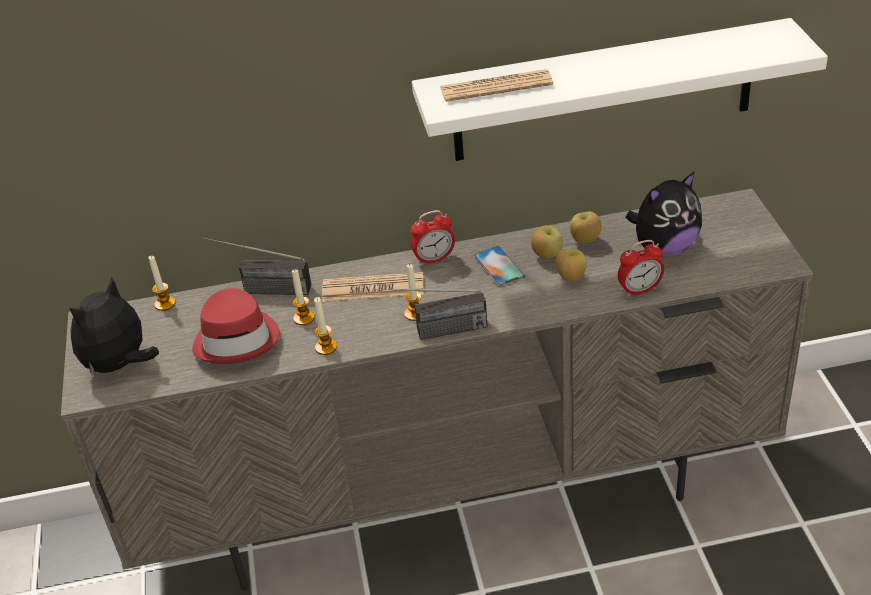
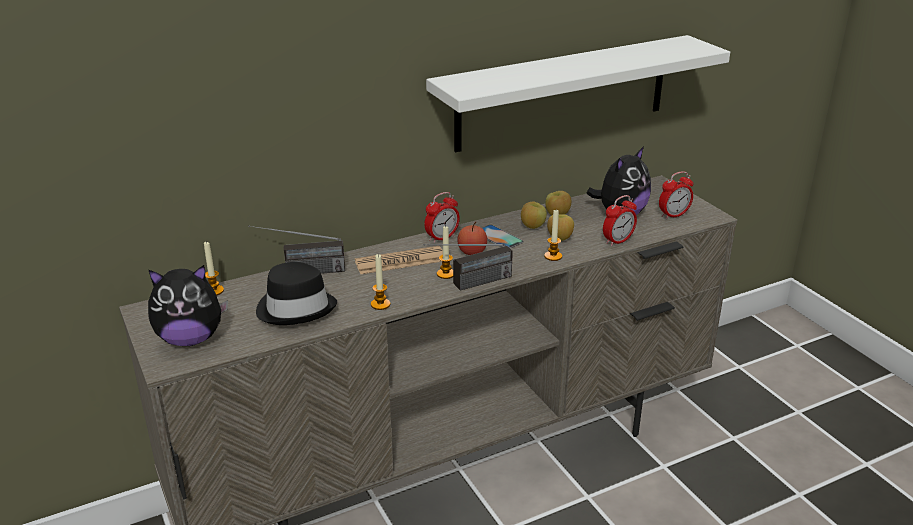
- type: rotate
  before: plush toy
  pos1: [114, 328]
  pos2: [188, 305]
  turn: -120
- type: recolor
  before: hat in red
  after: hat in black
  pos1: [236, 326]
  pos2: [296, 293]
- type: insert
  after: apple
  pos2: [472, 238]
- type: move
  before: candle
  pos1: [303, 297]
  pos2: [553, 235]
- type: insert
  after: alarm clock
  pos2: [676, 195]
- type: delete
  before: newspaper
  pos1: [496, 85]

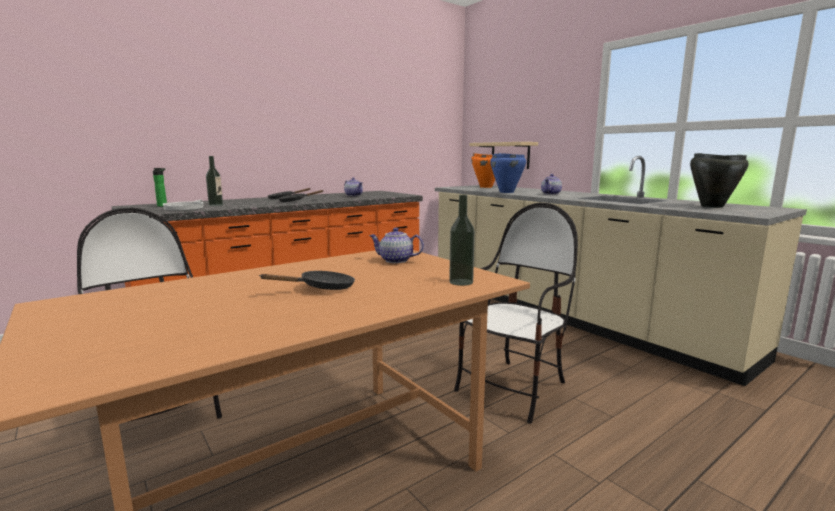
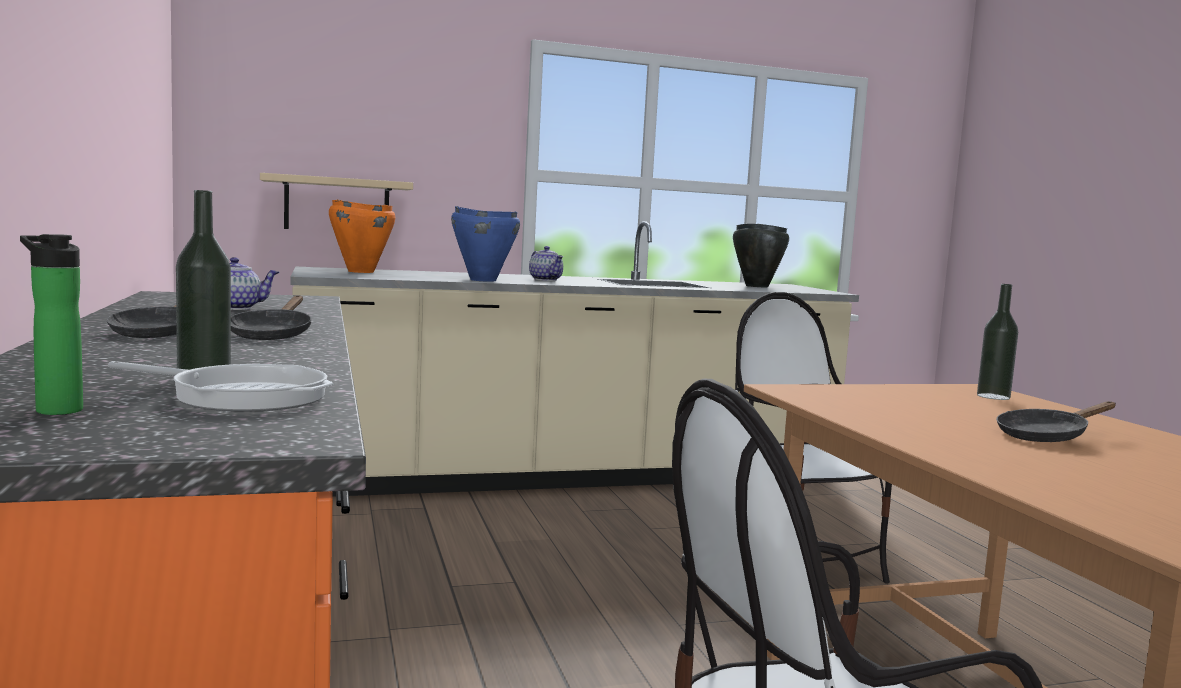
- type: rotate
  before: frying pan in black
  pos1: [307, 280]
  pos2: [1056, 421]
  turn: -105
- type: delete
  before: teapot
  pos1: [396, 245]

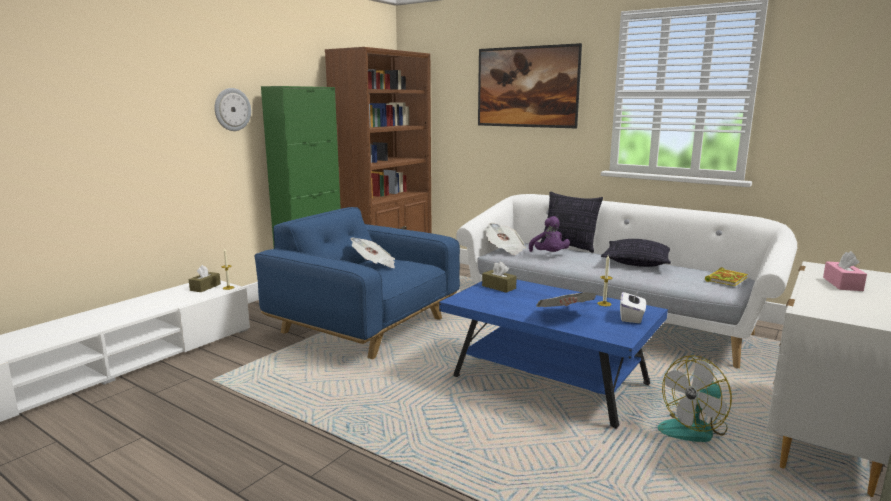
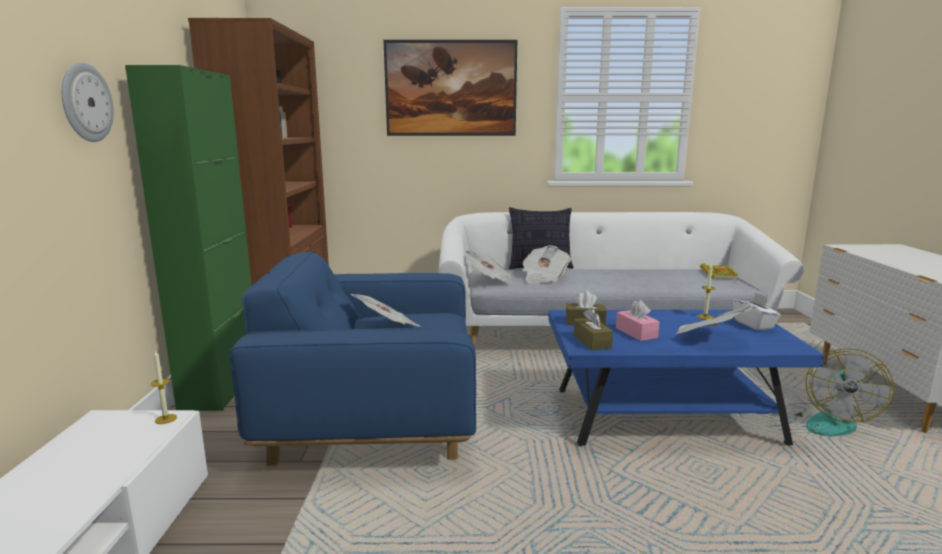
- type: replace
  before: plush toy in purple
  after: newspaper
  pos1: [549, 234]
  pos2: [546, 264]
- type: move
  before: tissue box in brown
  pos1: [205, 278]
  pos2: [593, 329]
- type: move
  before: tissue box in pink
  pos1: [845, 271]
  pos2: [637, 320]
- type: delete
  before: pillow
  pos1: [636, 253]

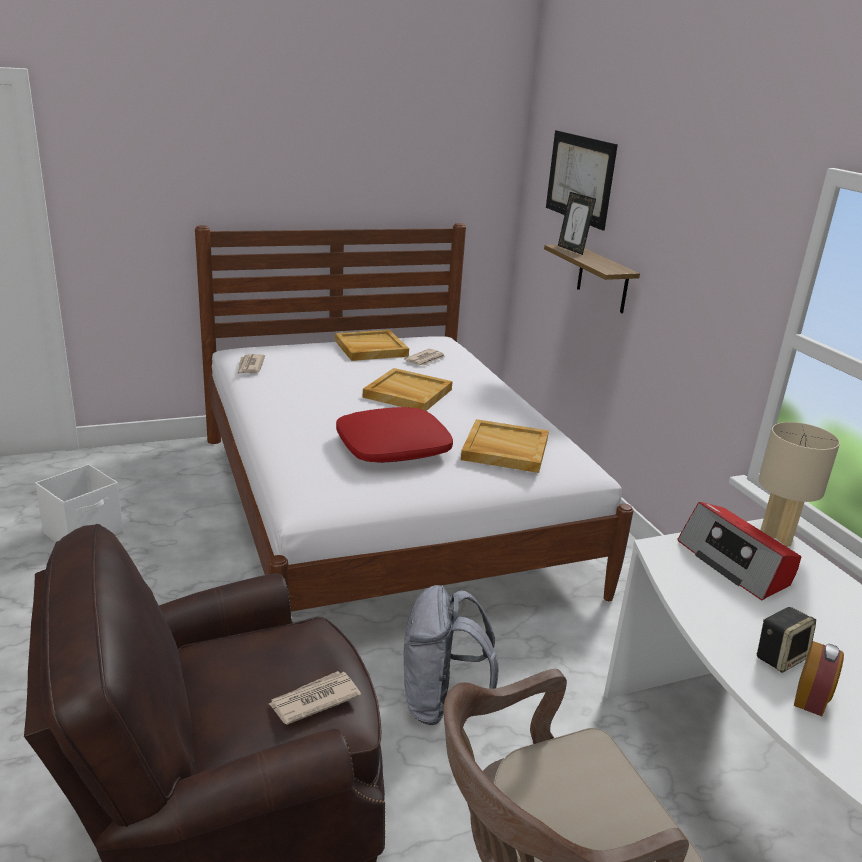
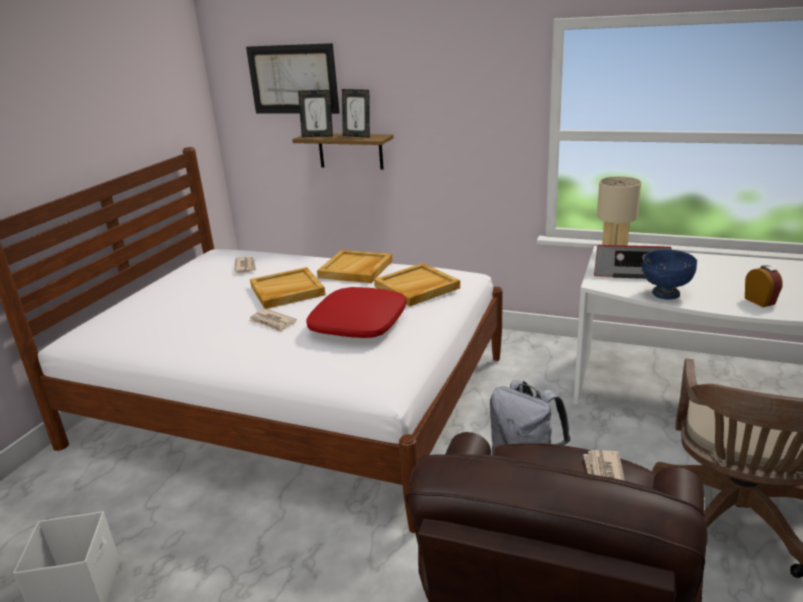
- type: move
  before: newspaper
  pos1: [251, 364]
  pos2: [272, 321]
- type: move
  before: tray in beige
  pos1: [372, 345]
  pos2: [355, 266]
- type: insert
  after: picture frame
  pos2: [356, 113]
- type: insert
  after: bowl in blue
  pos2: [669, 274]
- type: delete
  before: speaker
  pos1: [786, 640]

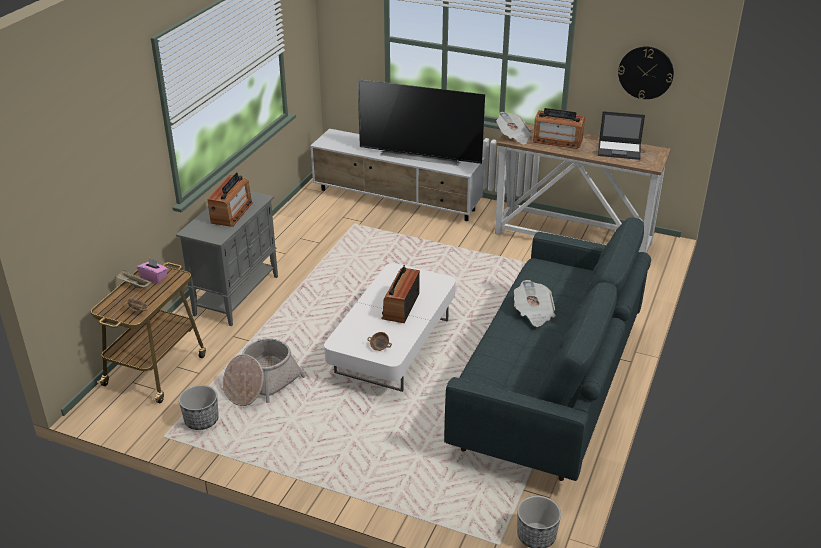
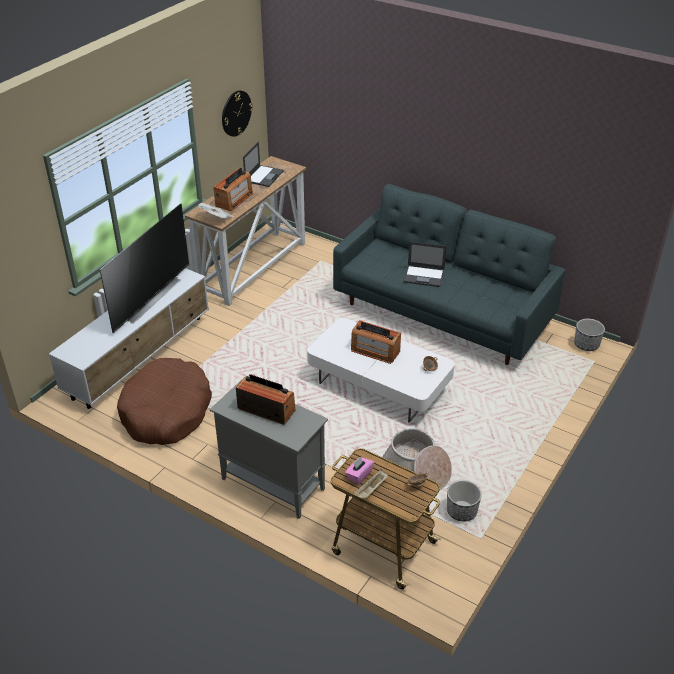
- type: insert
  after: dog bed in brown
  pos2: [164, 401]
- type: replace
  before: newspaper
  after: laptop
  pos1: [535, 303]
  pos2: [424, 264]

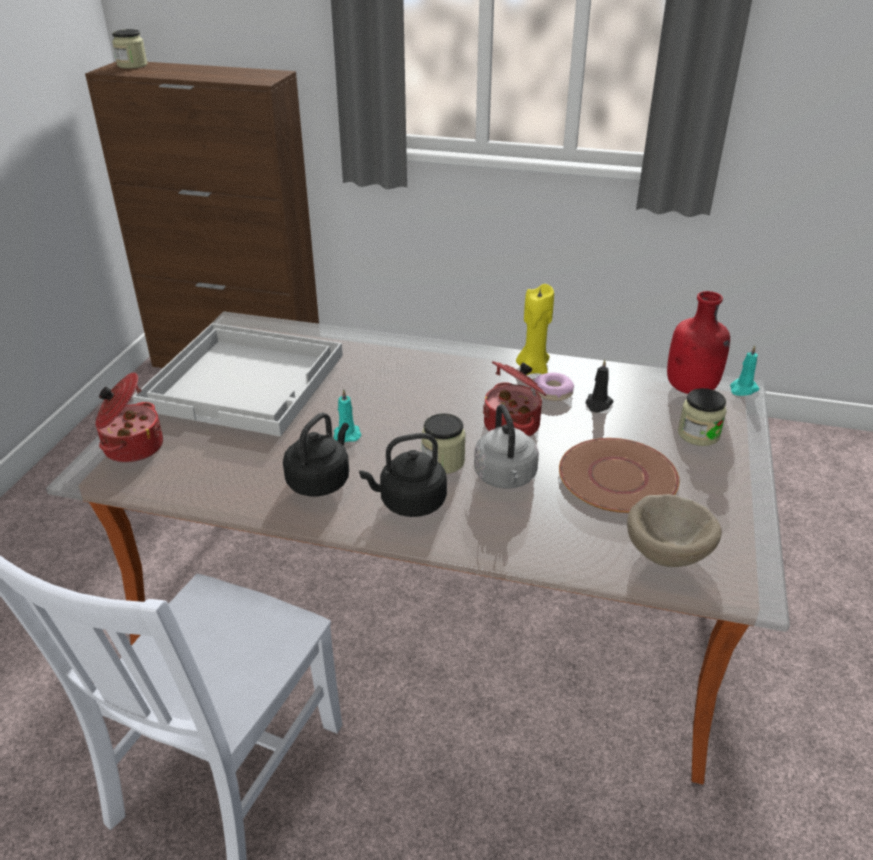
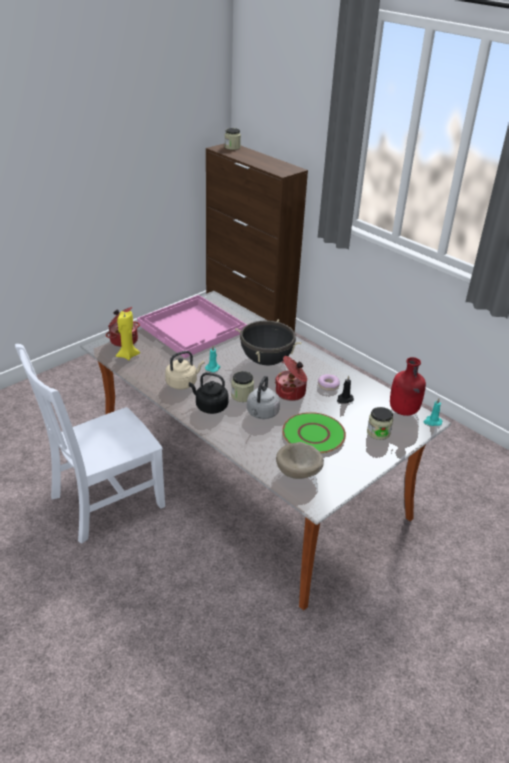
- type: move
  before: candle in yellow
  pos1: [535, 329]
  pos2: [128, 335]
- type: recolor
  before: tray in white
  after: tray in pink
  pos1: [237, 379]
  pos2: [192, 326]
- type: recolor
  before: kettle in black
  after: kettle in beige
  pos1: [316, 454]
  pos2: [185, 370]
- type: insert
  after: cooking pot in black
  pos2: [268, 342]
- type: recolor
  before: plate in brown
  after: plate in green
  pos1: [619, 475]
  pos2: [314, 432]

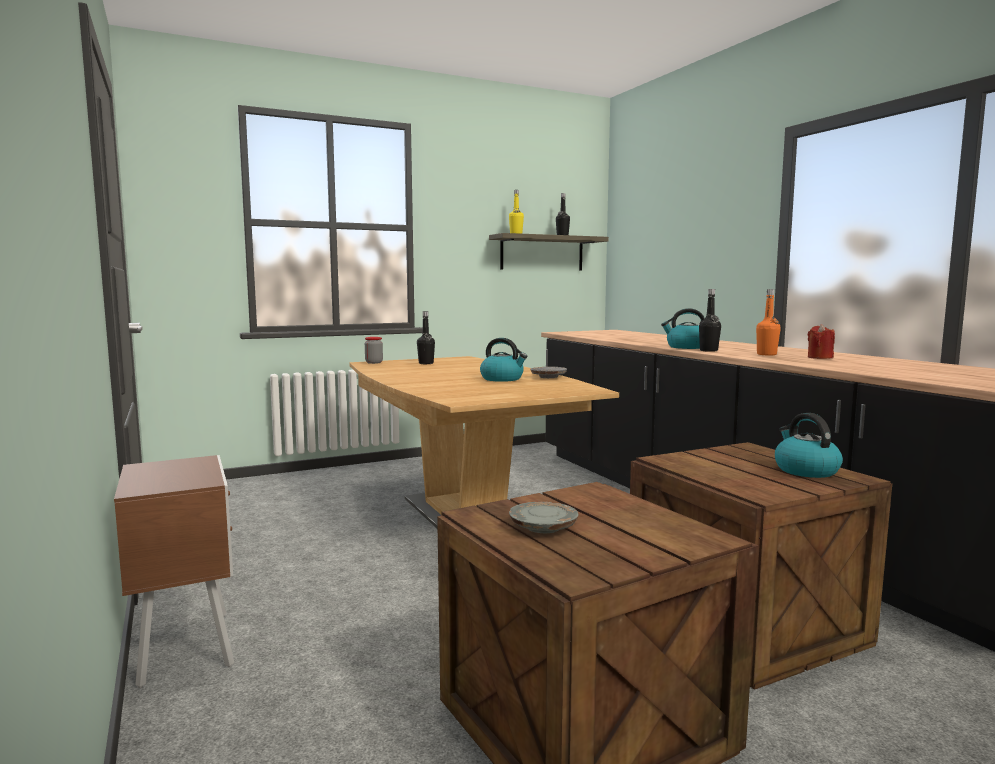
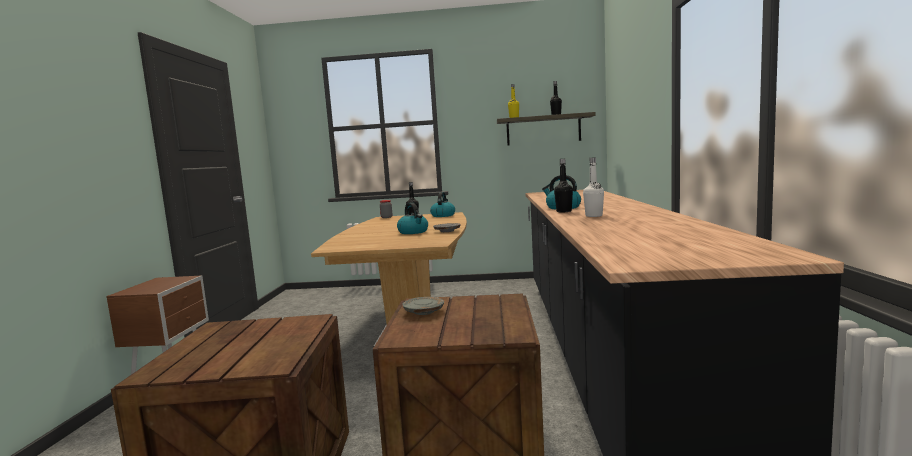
- type: move
  before: plate in grey
  pos1: [544, 517]
  pos2: [423, 306]
- type: move
  before: kettle
  pos1: [809, 445]
  pos2: [442, 204]
- type: recolor
  before: bottle in orange
  after: bottle in white
  pos1: [768, 322]
  pos2: [593, 187]
- type: delete
  before: candle in red
  pos1: [821, 341]

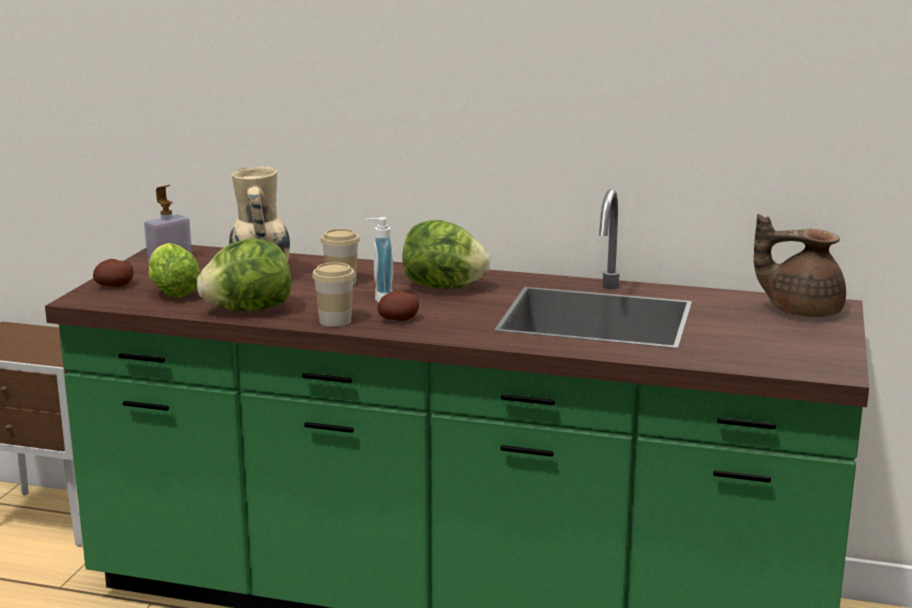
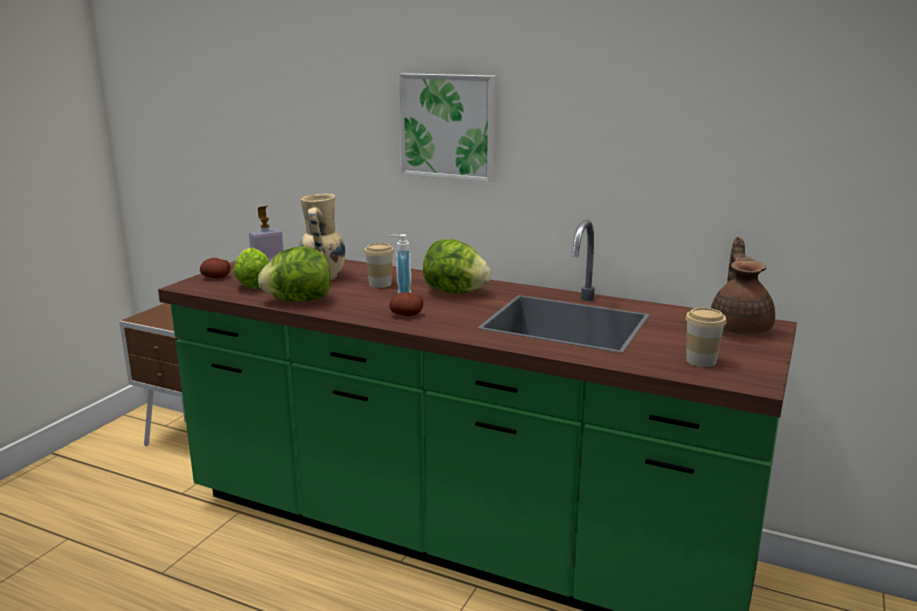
- type: insert
  after: picture
  pos2: [448, 127]
- type: move
  before: cup
  pos1: [333, 294]
  pos2: [705, 337]
- type: rotate
  before: teapot in brown
  pos1: [800, 265]
  pos2: [743, 286]
  turn: 75

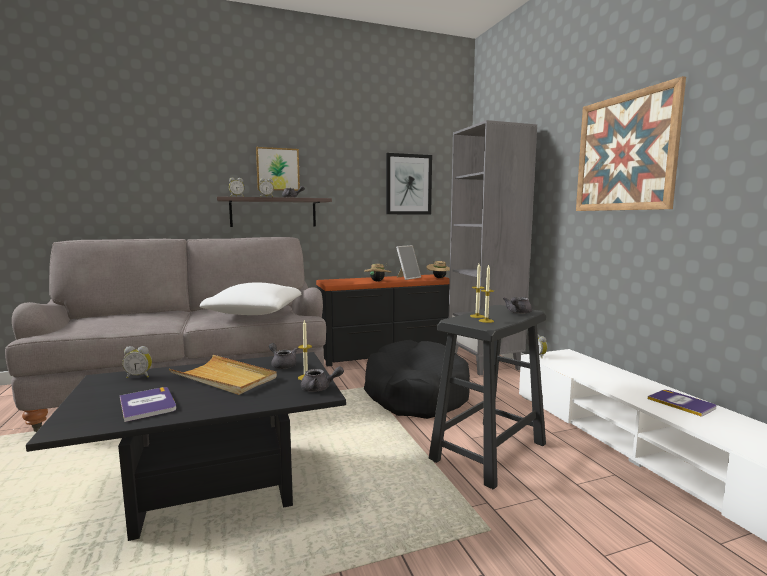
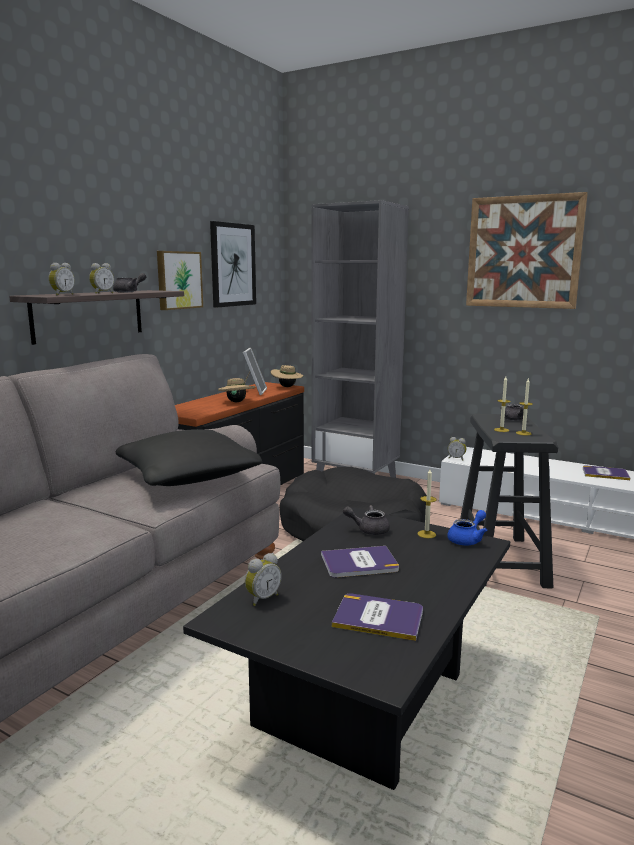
- type: recolor
  before: pillow in white
  after: pillow in black
  pos1: [250, 298]
  pos2: [189, 457]
- type: move
  before: picture
  pos1: [278, 169]
  pos2: [180, 280]
- type: replace
  before: tray in beige
  after: book
  pos1: [223, 375]
  pos2: [360, 562]
- type: recolor
  before: teapot in grey
  after: teapot in blue
  pos1: [322, 379]
  pos2: [467, 527]

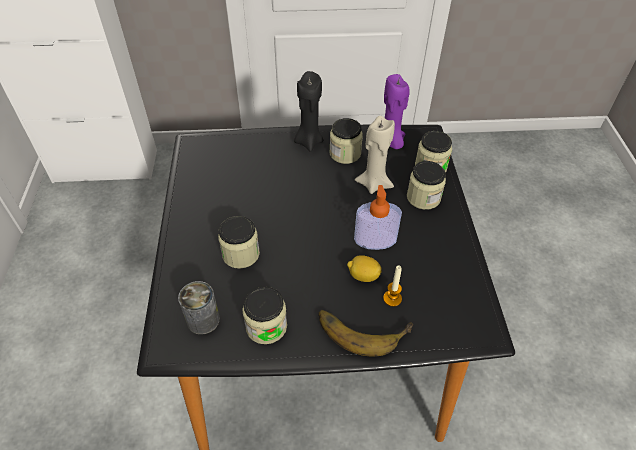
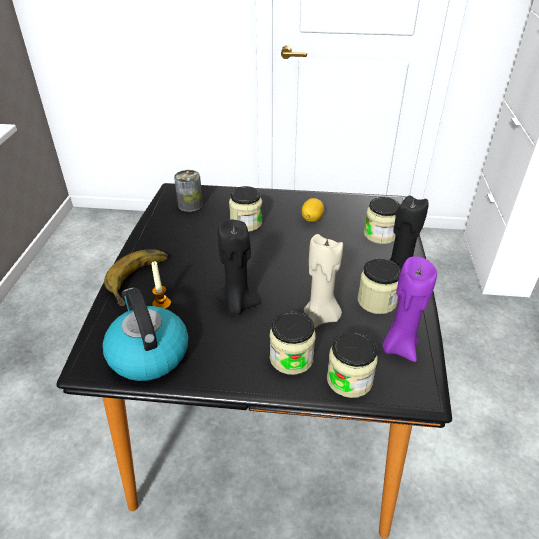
- type: insert
  after: kettle
  pos2: [145, 334]
- type: replace
  before: soap dispenser
  after: candle in black
  pos1: [378, 217]
  pos2: [237, 267]
- type: move
  before: lemon
  pos1: [364, 268]
  pos2: [313, 210]
- type: move
  before: jar
  pos1: [264, 315]
  pos2: [382, 220]

